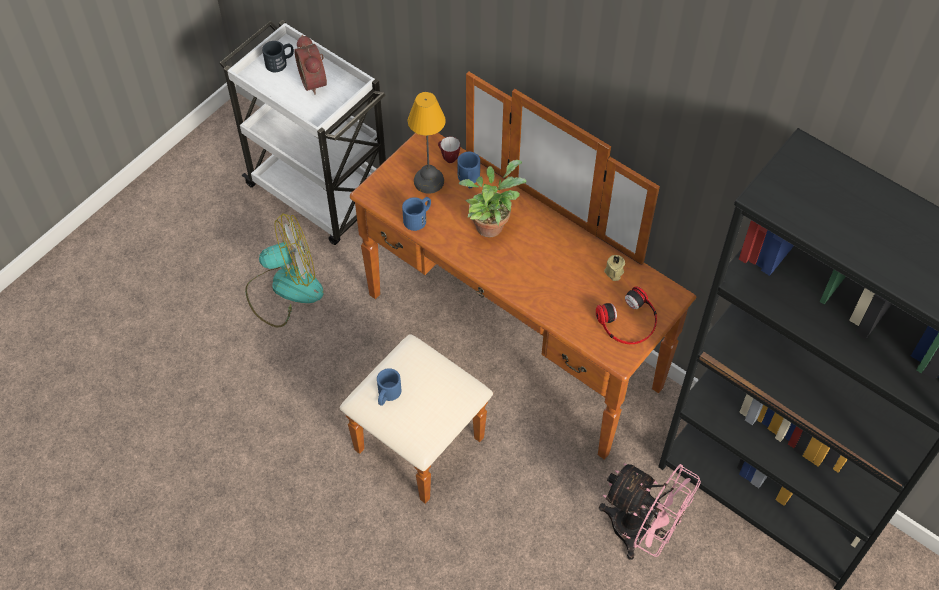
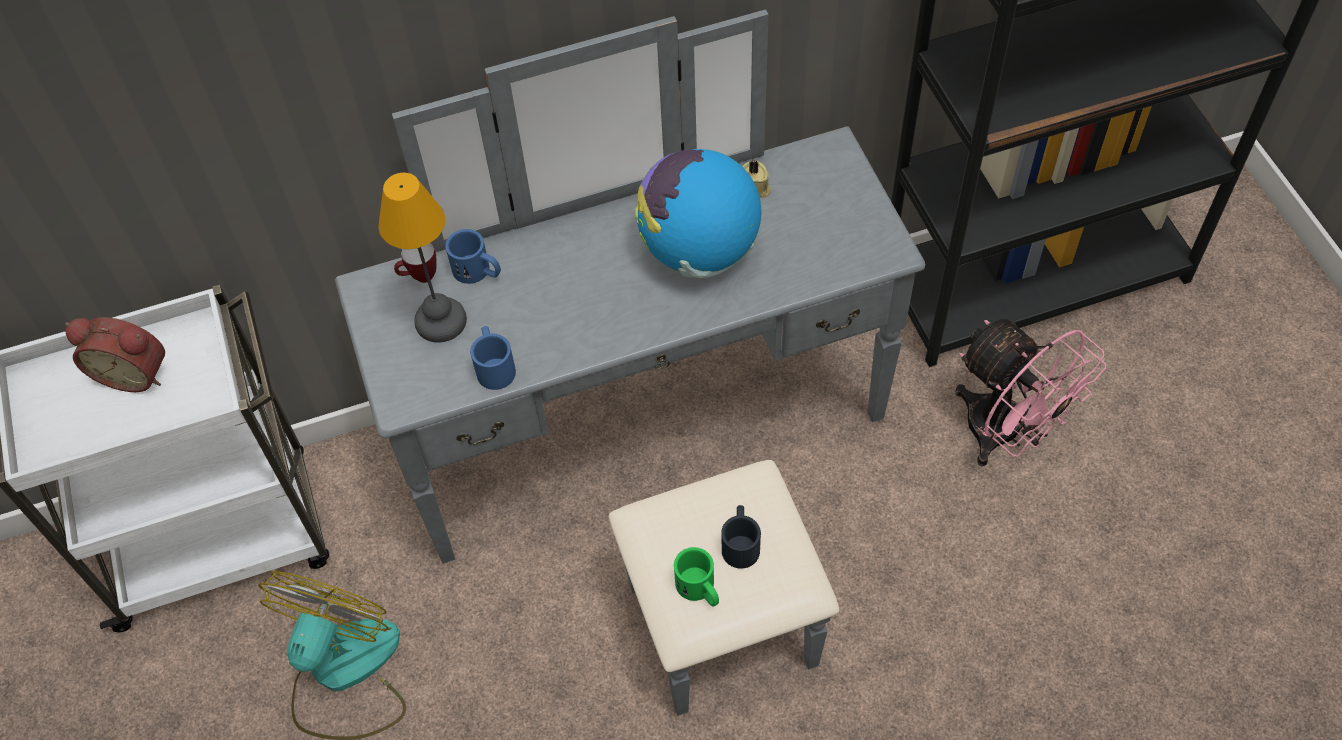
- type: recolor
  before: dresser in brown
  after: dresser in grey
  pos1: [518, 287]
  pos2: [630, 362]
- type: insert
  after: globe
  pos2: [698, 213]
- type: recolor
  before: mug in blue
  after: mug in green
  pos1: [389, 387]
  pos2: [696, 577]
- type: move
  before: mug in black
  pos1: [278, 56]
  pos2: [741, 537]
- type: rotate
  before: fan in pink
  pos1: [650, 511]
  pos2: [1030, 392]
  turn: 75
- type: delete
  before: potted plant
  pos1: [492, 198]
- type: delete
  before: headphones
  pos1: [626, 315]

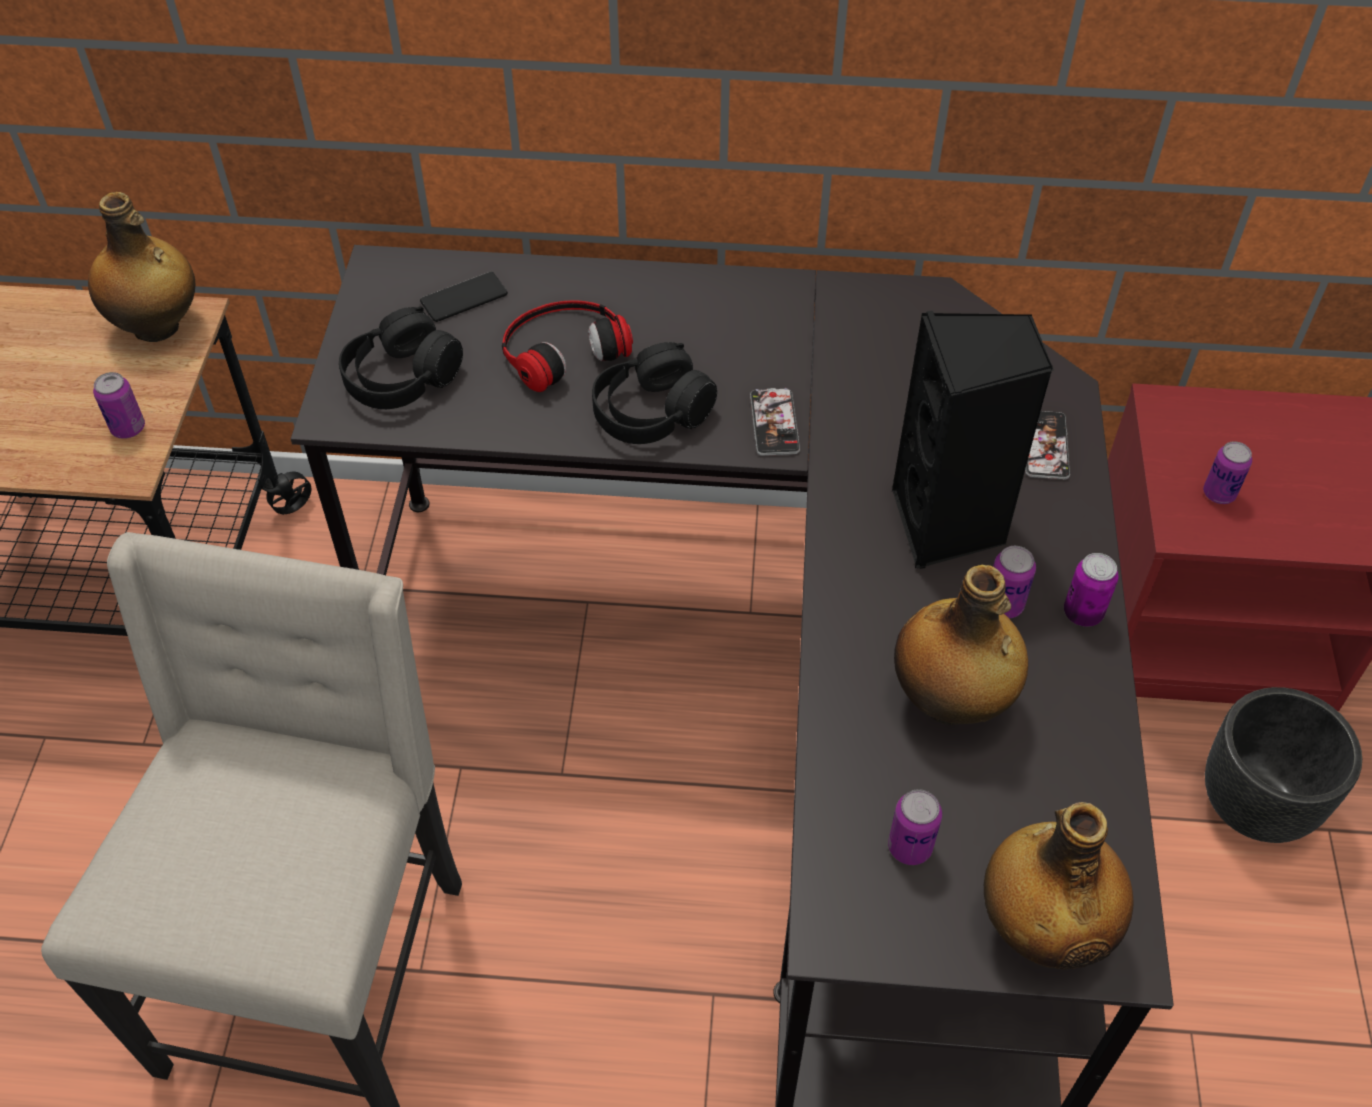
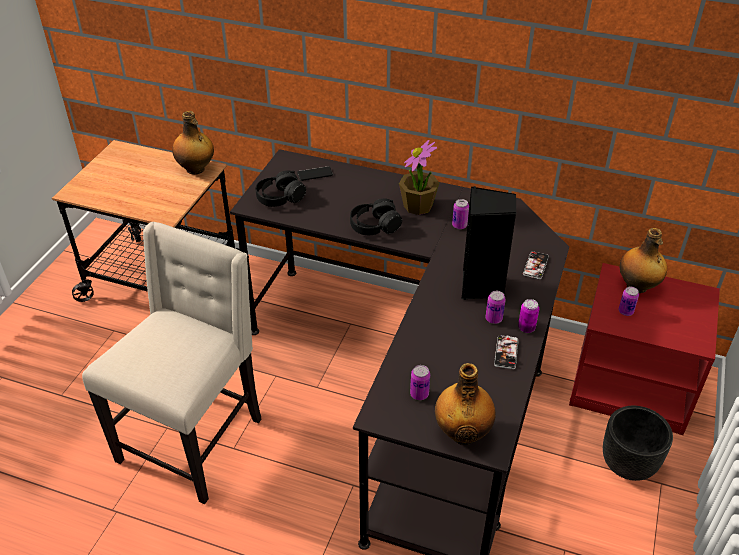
- type: insert
  after: potted plant
  pos2: [419, 177]
- type: move
  before: can
  pos1: [119, 405]
  pos2: [460, 214]
- type: move
  before: phone
  pos1: [775, 422]
  pos2: [506, 352]
- type: move
  before: bottle
  pos1: [961, 644]
  pos2: [643, 260]
- type: delete
  before: headphones
  pos1: [567, 346]

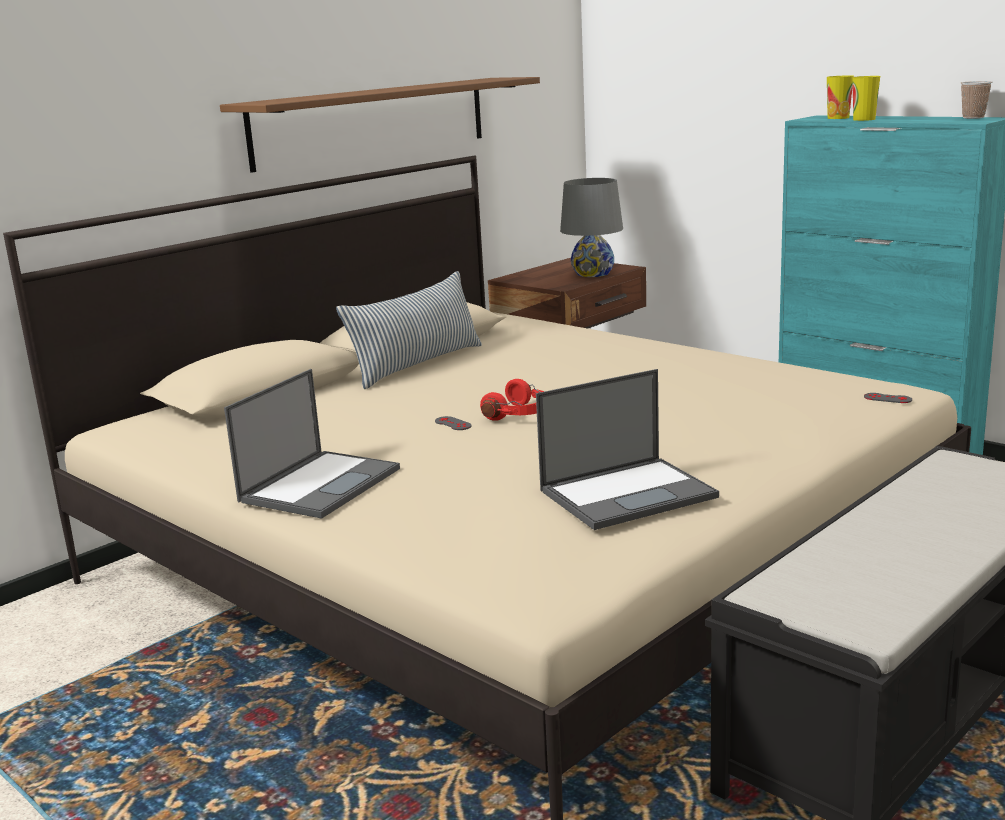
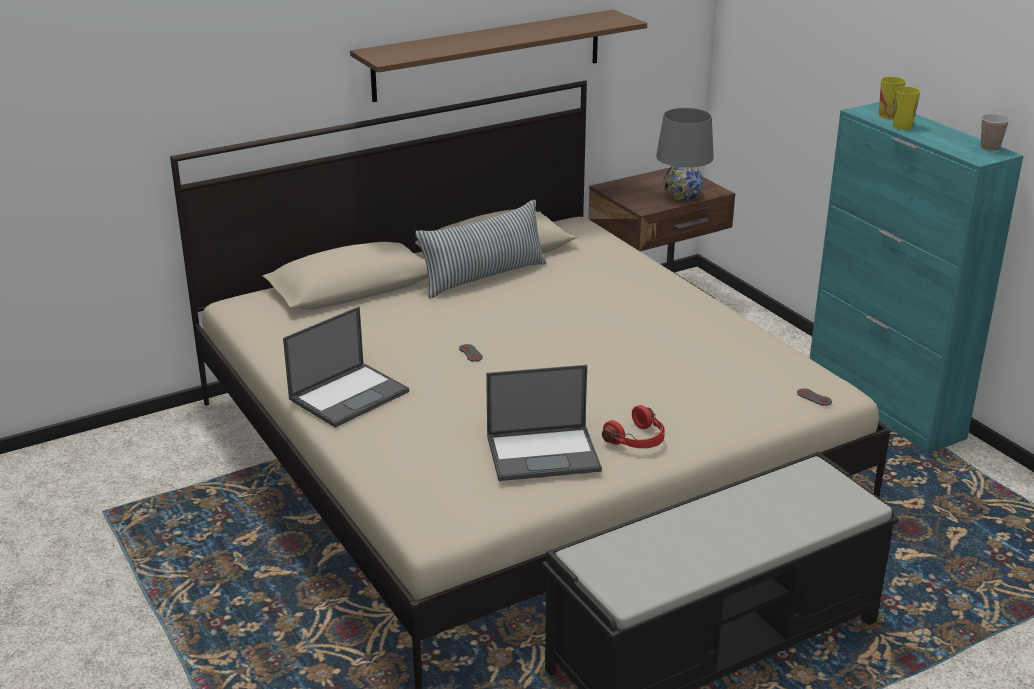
- type: move
  before: headphones in red
  pos1: [512, 400]
  pos2: [633, 426]

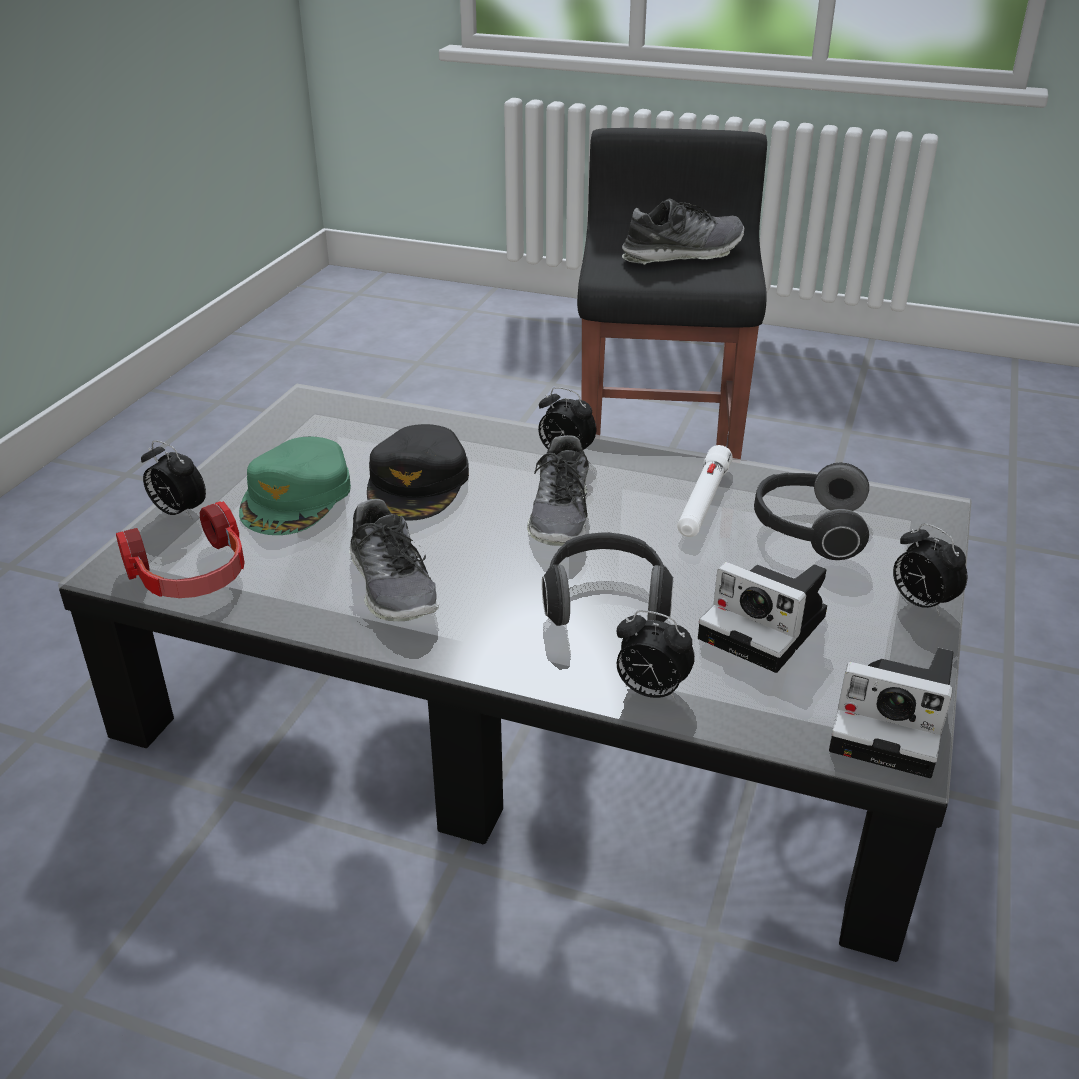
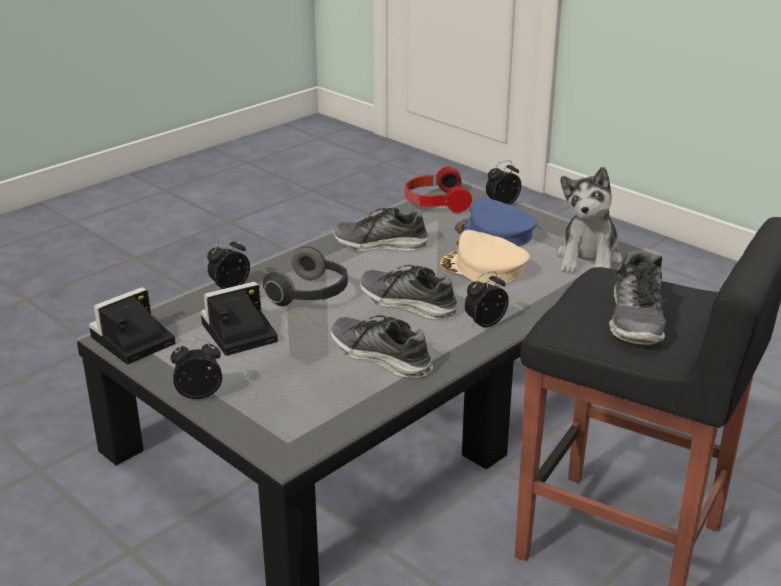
- type: replace
  before: flashlight in white
  after: shoe
  pos1: [705, 491]
  pos2: [381, 346]
- type: recolor
  before: cap in black
  after: cap in beige
  pos1: [418, 472]
  pos2: [485, 257]
- type: recolor
  before: cap in green
  after: cap in blue
  pos1: [295, 486]
  pos2: [495, 221]
- type: insert
  after: plush toy
  pos2: [589, 220]
- type: delete
  before: headphones
  pos1: [811, 511]

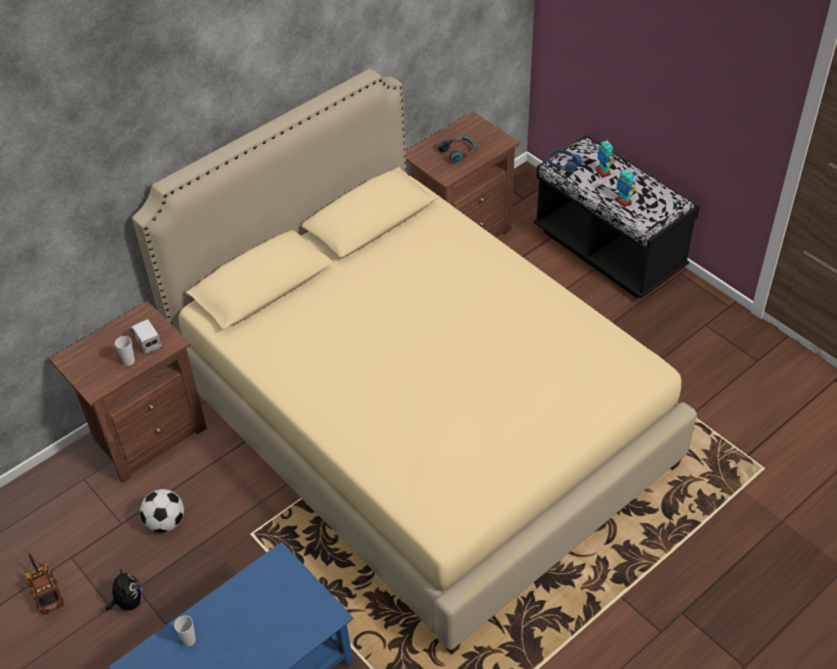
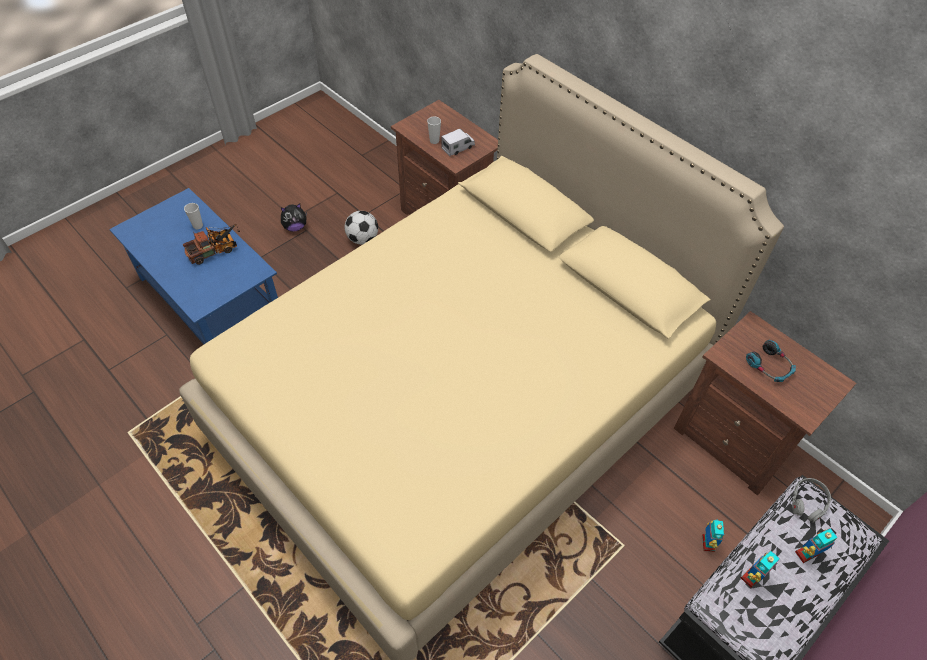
- type: move
  before: toy truck
  pos1: [44, 583]
  pos2: [211, 244]
- type: insert
  after: toy robot
  pos2: [713, 536]
- type: recolor
  before: headphones in blue
  after: headphones in grey
  pos1: [564, 161]
  pos2: [811, 500]

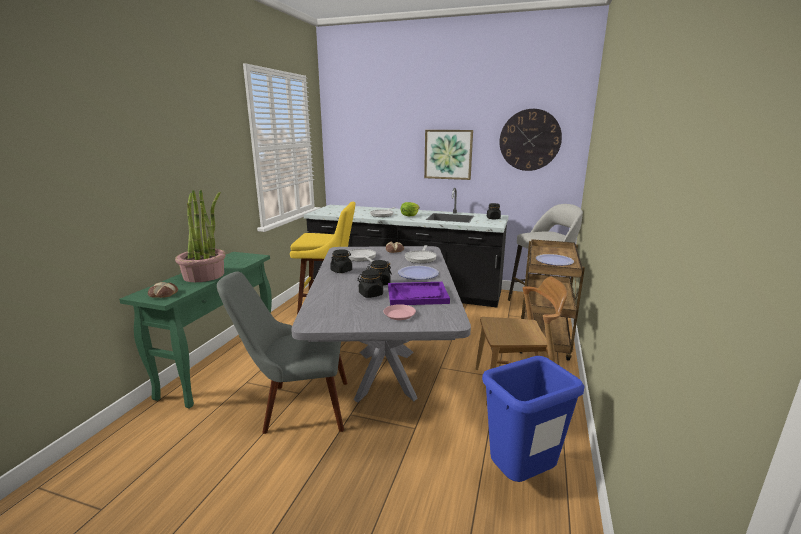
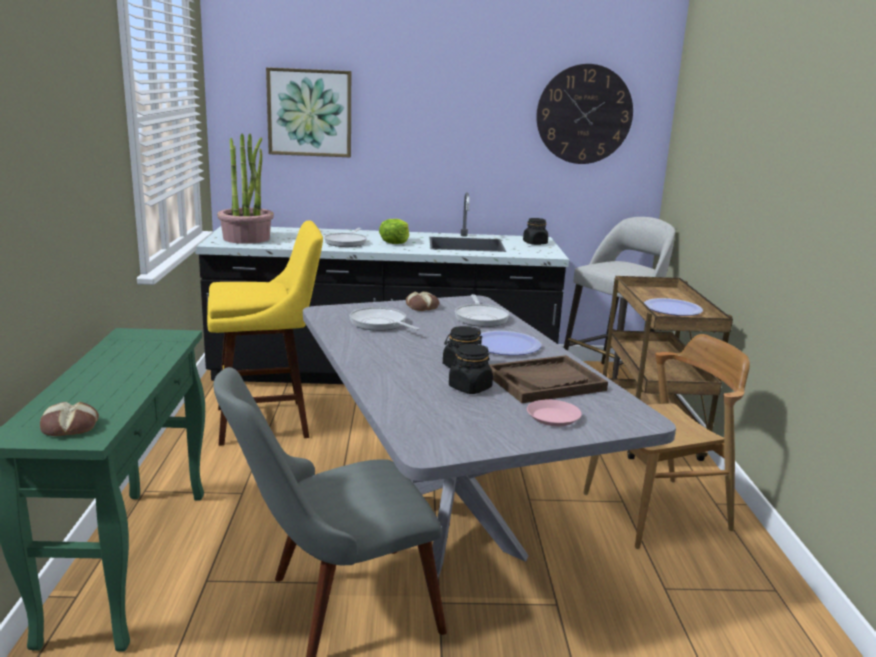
- type: move
  before: potted plant
  pos1: [200, 235]
  pos2: [245, 188]
- type: move
  before: picture
  pos1: [448, 155]
  pos2: [308, 112]
- type: recolor
  before: tray in purple
  after: tray in brown
  pos1: [419, 294]
  pos2: [548, 379]
- type: delete
  before: jar in black
  pos1: [341, 261]
- type: delete
  before: trash can in blue
  pos1: [533, 419]

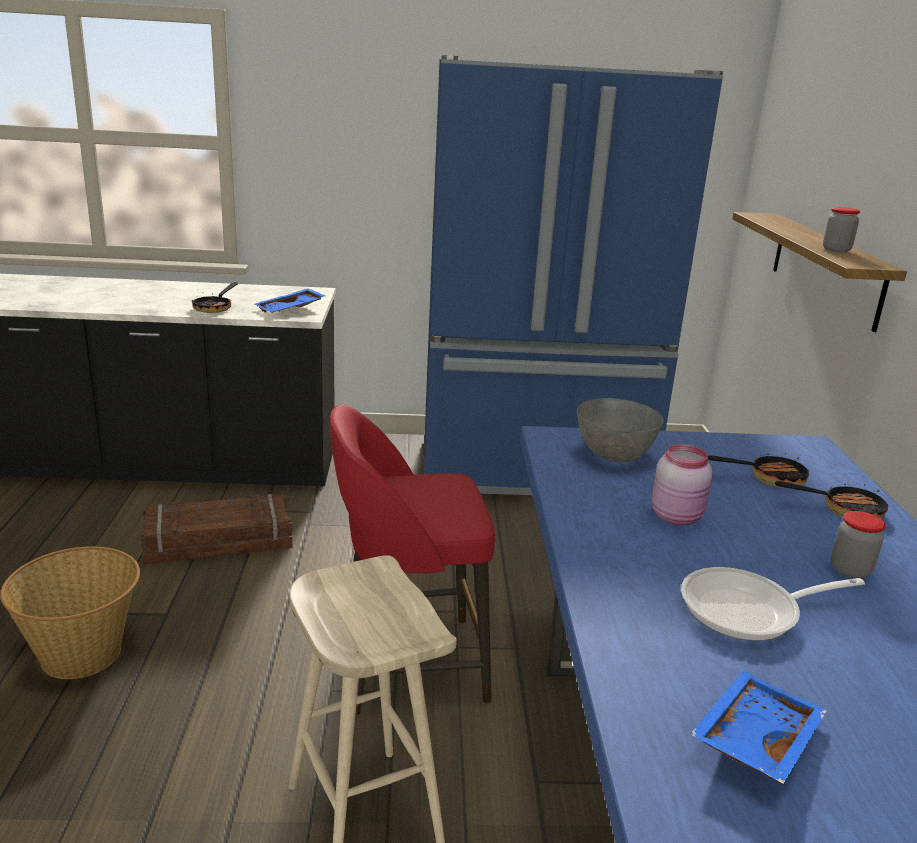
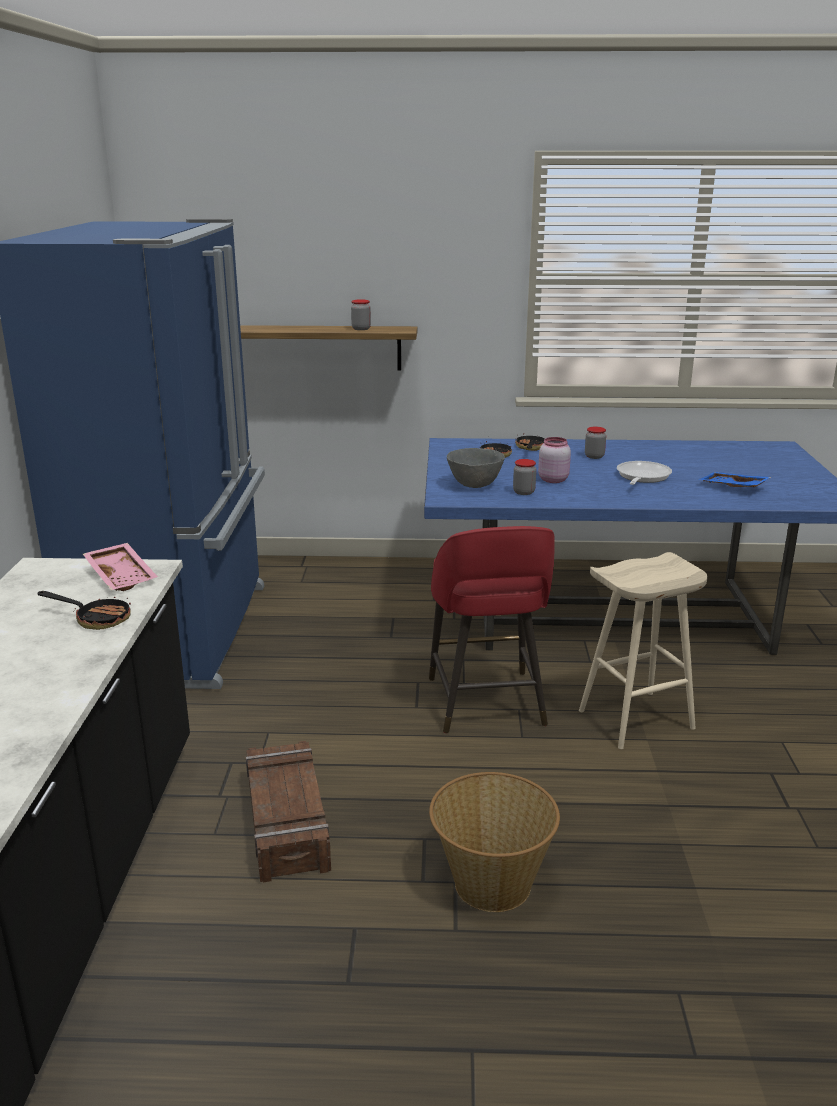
- type: recolor
  before: tray in blue
  after: tray in pink
  pos1: [290, 300]
  pos2: [120, 567]
- type: insert
  after: jar
  pos2: [524, 477]
- type: rotate
  before: frying pan
  pos1: [773, 604]
  pos2: [644, 473]
  turn: -150

